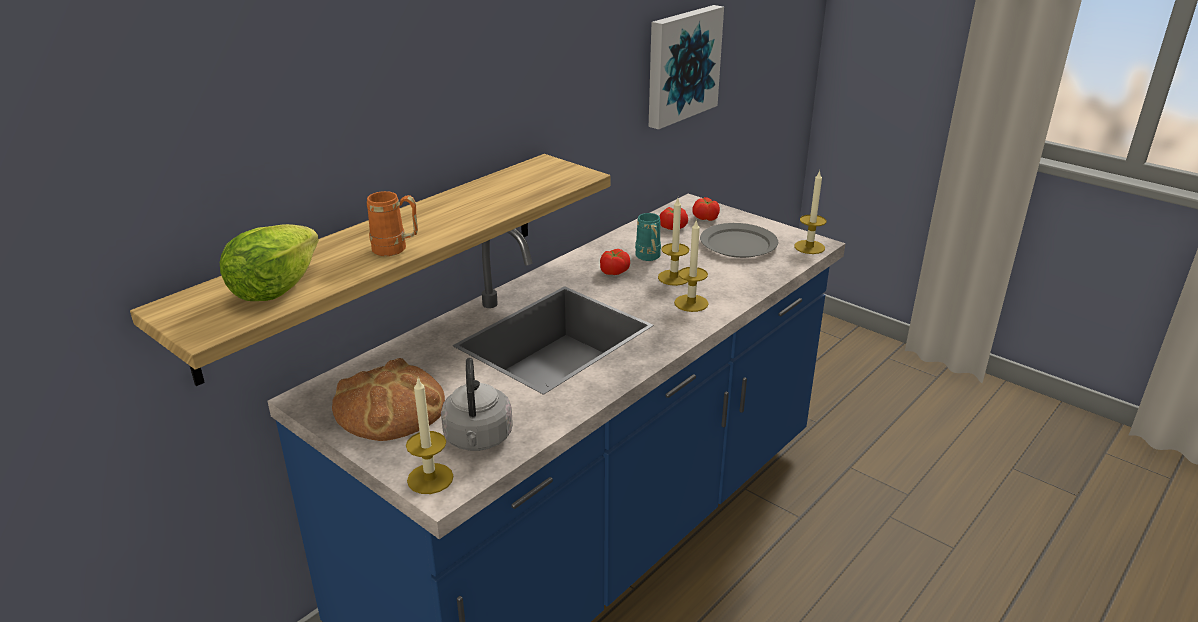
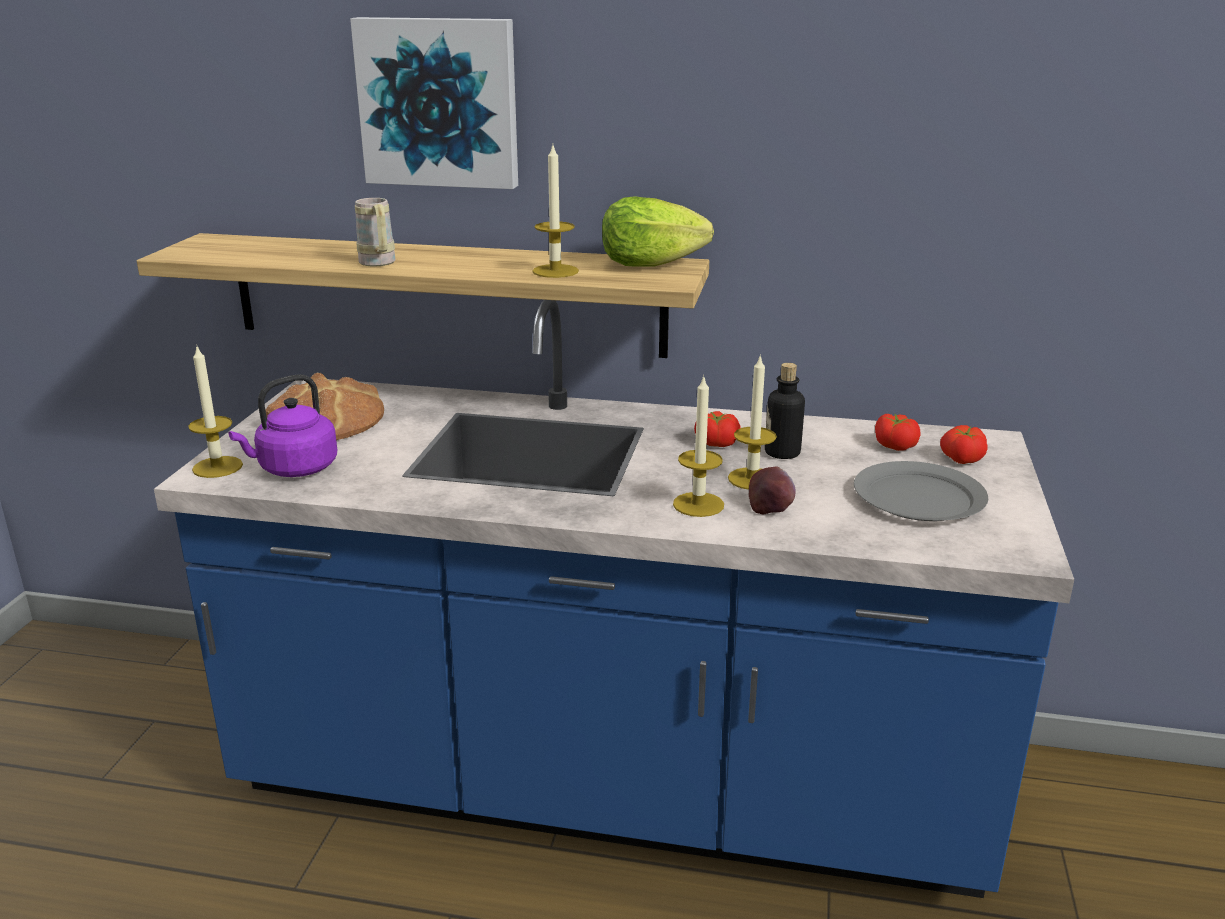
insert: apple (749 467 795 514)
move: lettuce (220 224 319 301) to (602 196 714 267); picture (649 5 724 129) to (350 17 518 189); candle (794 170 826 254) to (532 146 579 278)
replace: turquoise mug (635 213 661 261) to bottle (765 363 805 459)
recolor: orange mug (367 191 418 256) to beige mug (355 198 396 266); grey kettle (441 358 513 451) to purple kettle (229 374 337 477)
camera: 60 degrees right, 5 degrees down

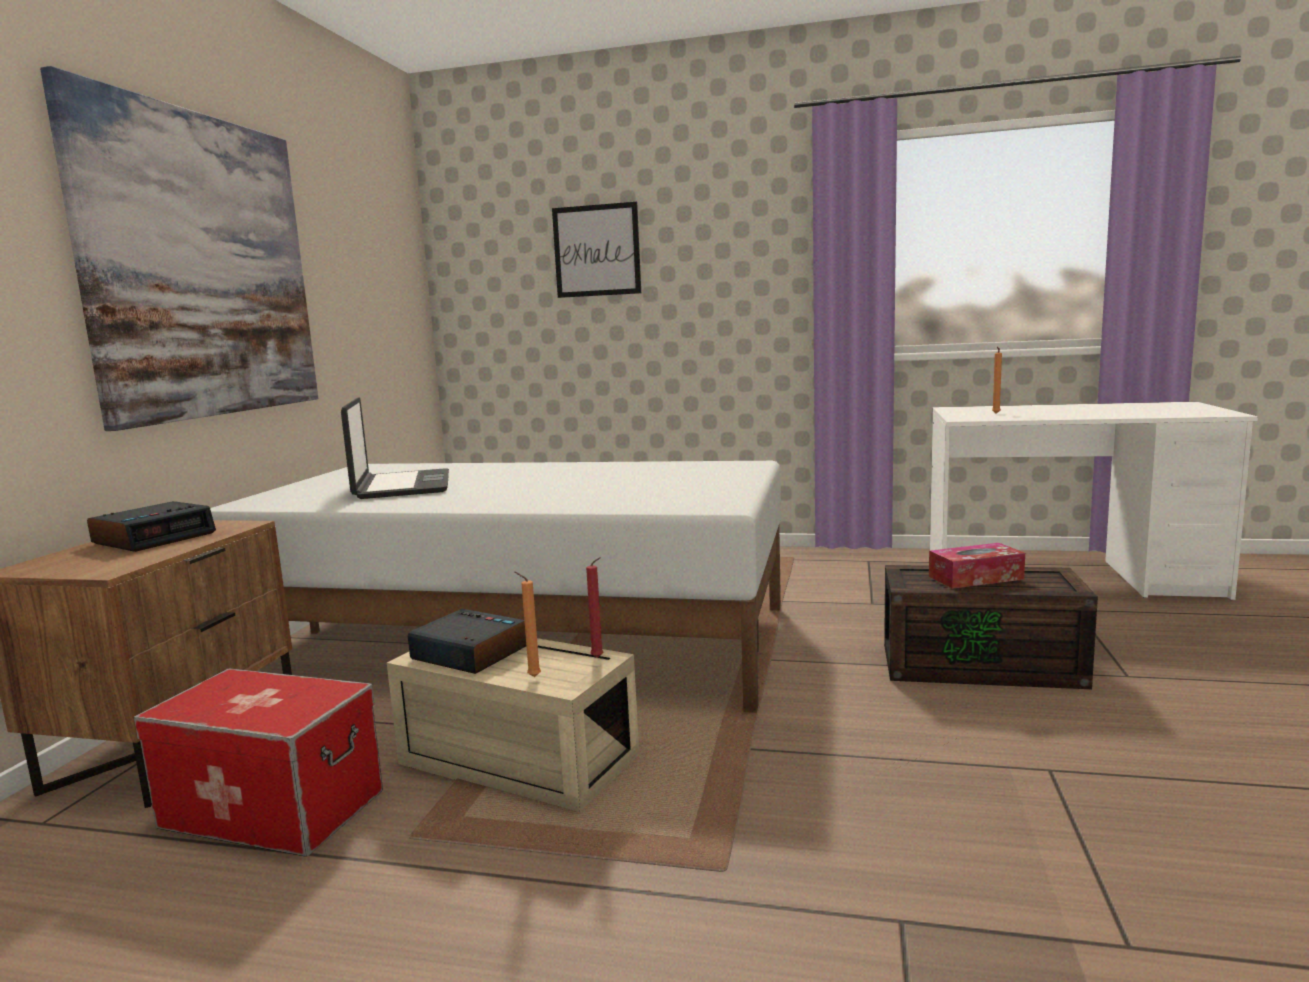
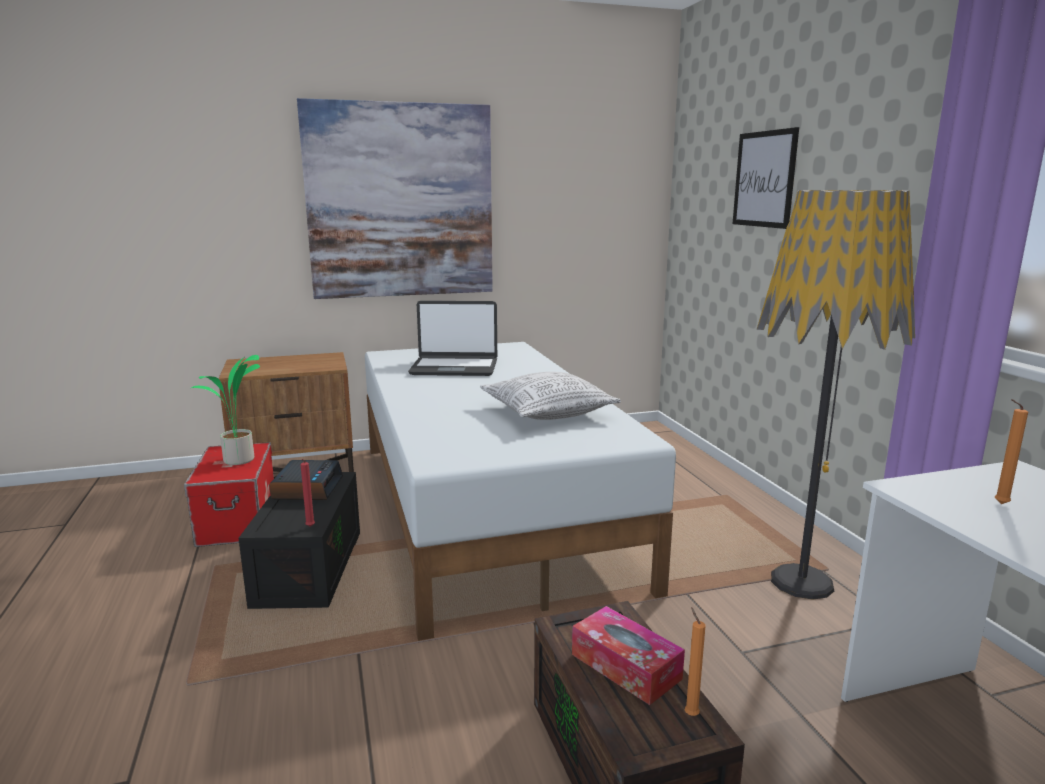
delete: alarm clock (87 501 216 552)
insert: potted plant (191 355 260 465); pillow (480 372 621 420); floor lamp (757 190 915 600)
move: orange candle (515 572 541 677) to (685 607 706 716)
recolor: beige storage box (387 638 639 812) to black storage box (238 472 360 609)
rotate: laptop (341 397 449 499) = (408 301 497 376) 45 degrees clockwise
camera: 60 degrees right, 5 degrees up

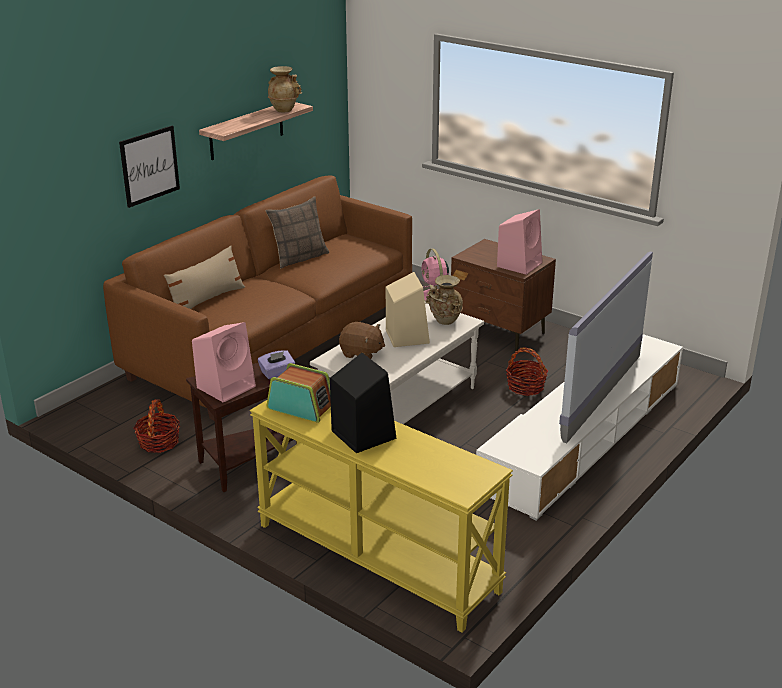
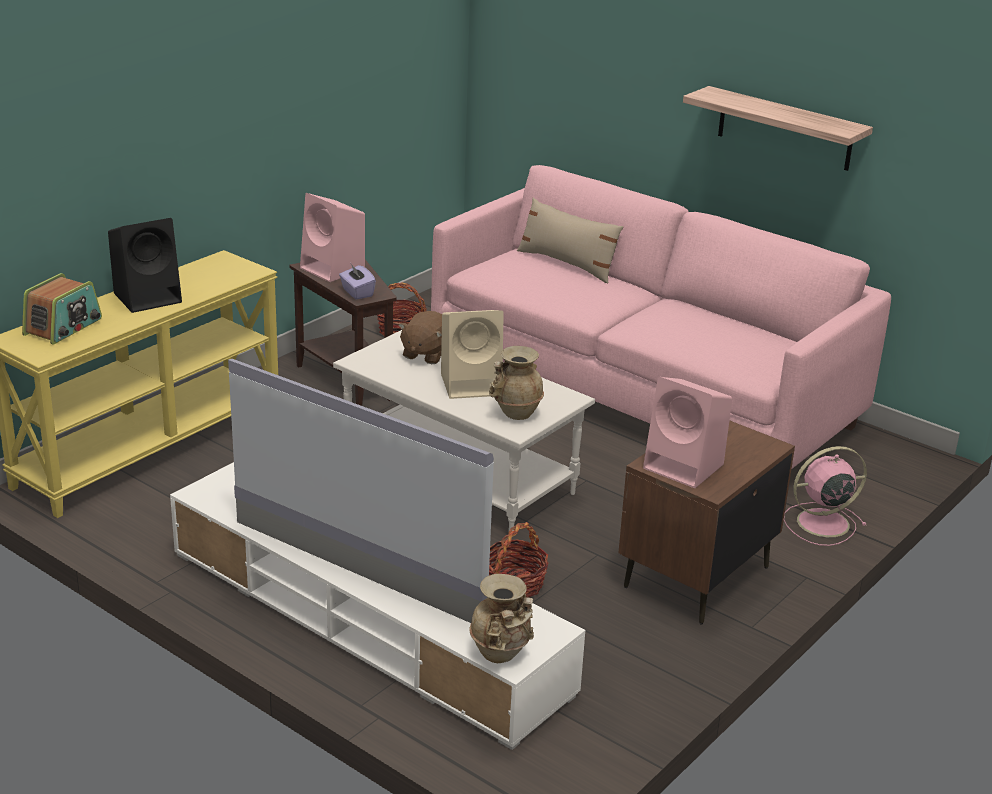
delete: picture (119 126 180 208); pillow (266 196 329 268)
move: radio (266 363 331 423) to (22 273 102 344); beige vase (268 66 302 112) to (469 574 534 663)
recolor: brown sofa (103 176 412 420) to pink sofa (431 165 891 468)
camera: 90 degrees right, 0 degrees up

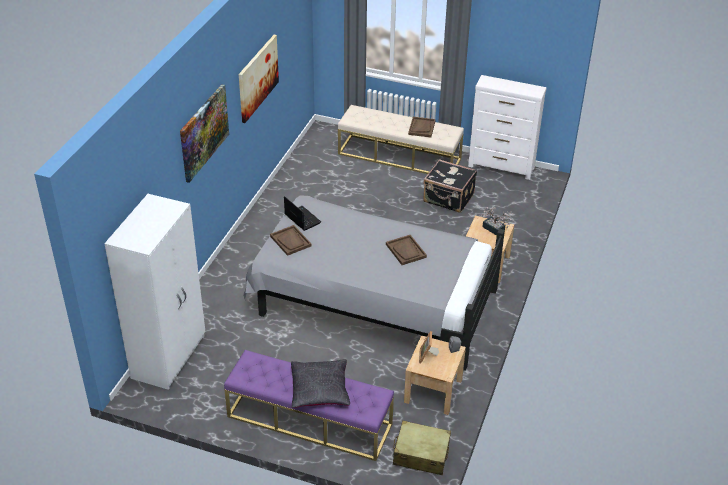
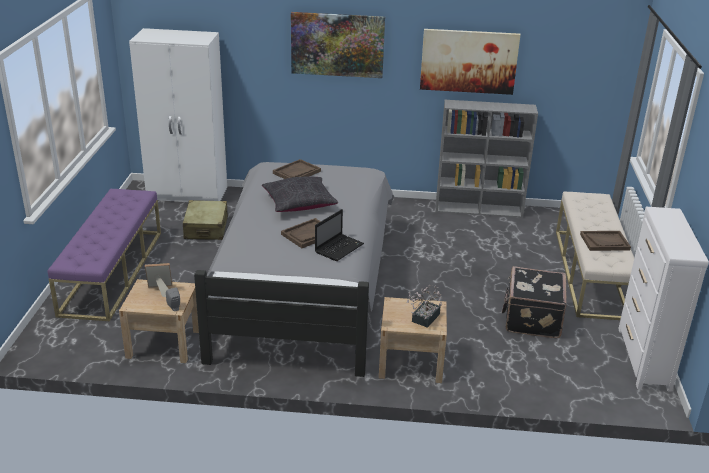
insert: grey bookcase (436 100 538 218)
move: laptop (284 196 321 231) to (315 209 364 261); black pillow (291 359 350 408) to (262 177 338 212); beige suitcase (393 421 451 475) to (183 200 228 240)
camera: 75 degrees right, 10 degrees down

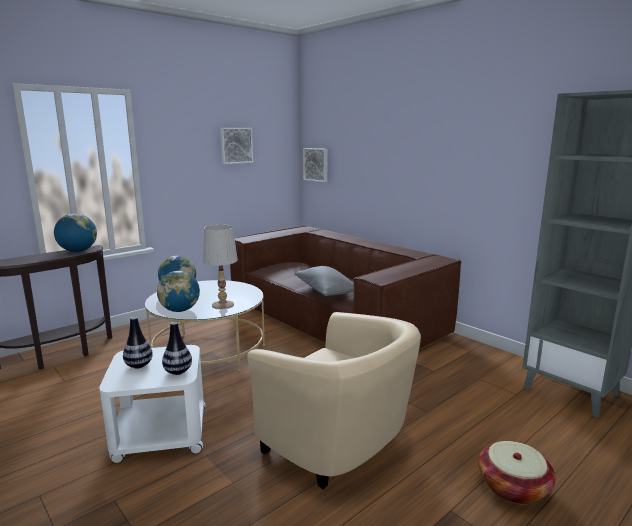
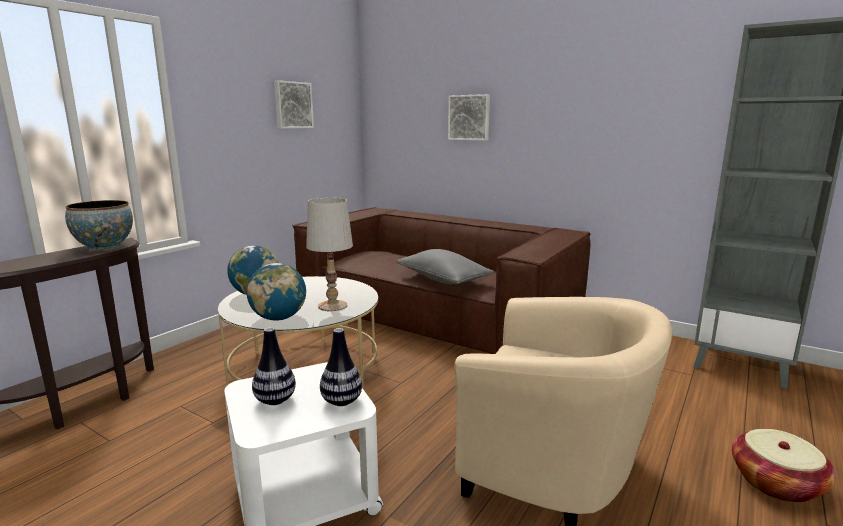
move: picture (303 148 328 182) to (448 94 490 141)
replace: globe (54 213 97 252) to bowl (65 200 133 251)
camera: 15 degrees left, 0 degrees up

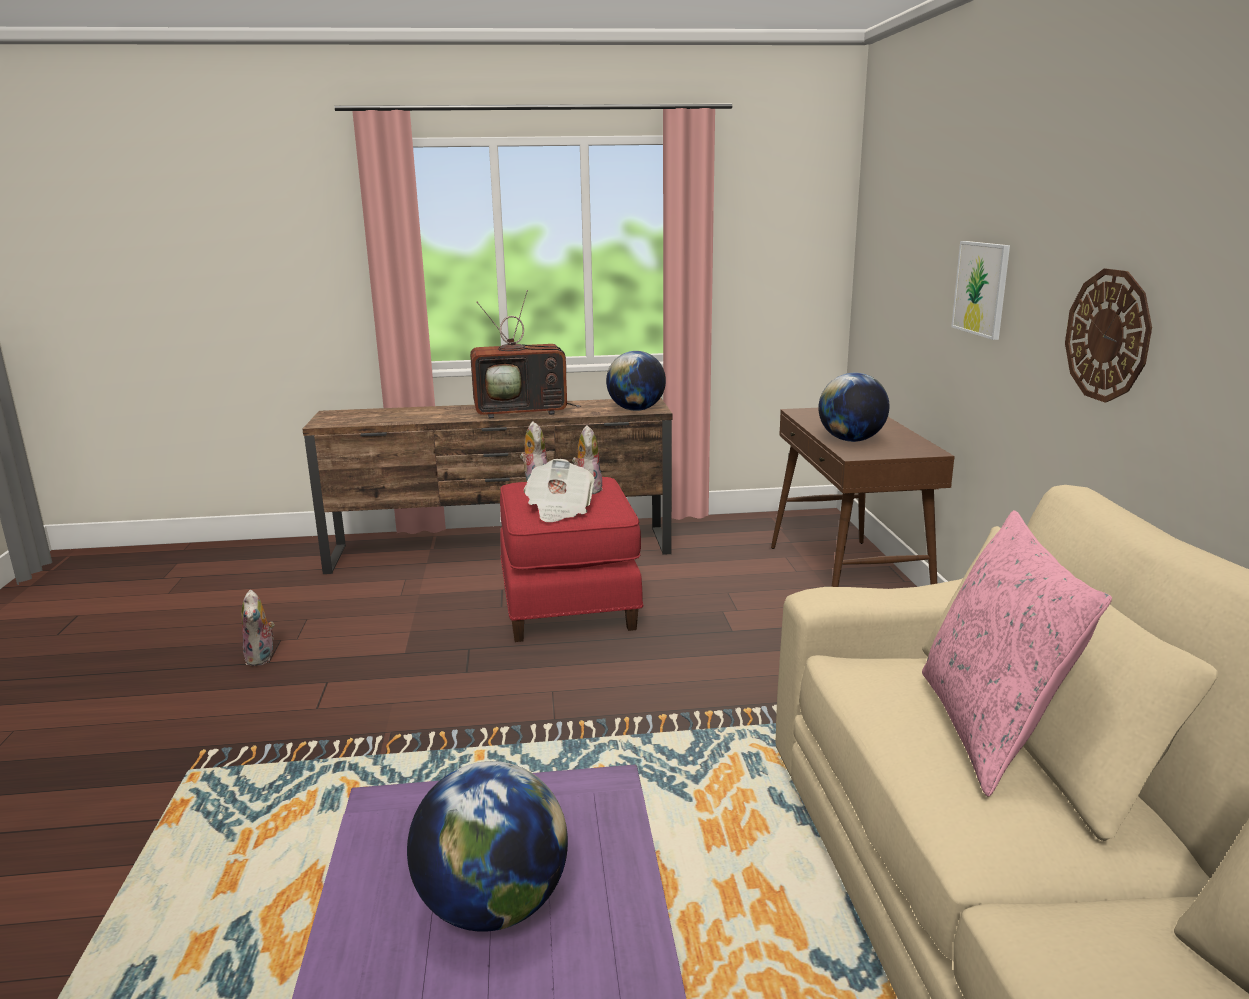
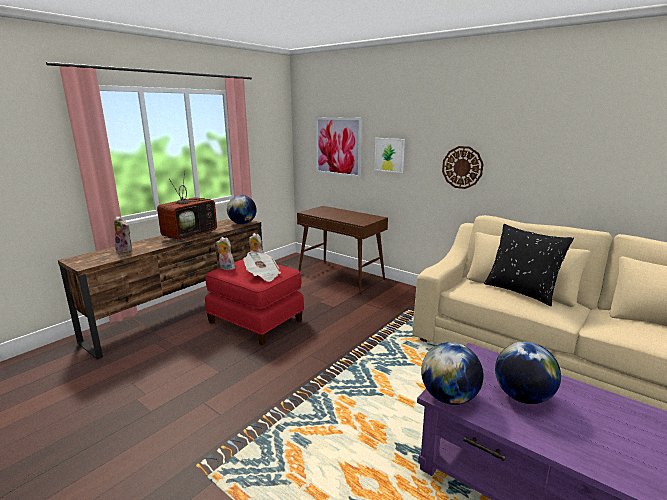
insert: picture (315 117 362 178)
move: plush toy (241 590 275 666) to (114 216 132 253); globe (818 373 889 442) to (421 342 484 405)
recolor: pink pillow (922 510 1112 797) to black pillow (484 224 574 306)
camera: 45 degrees left, 0 degrees up

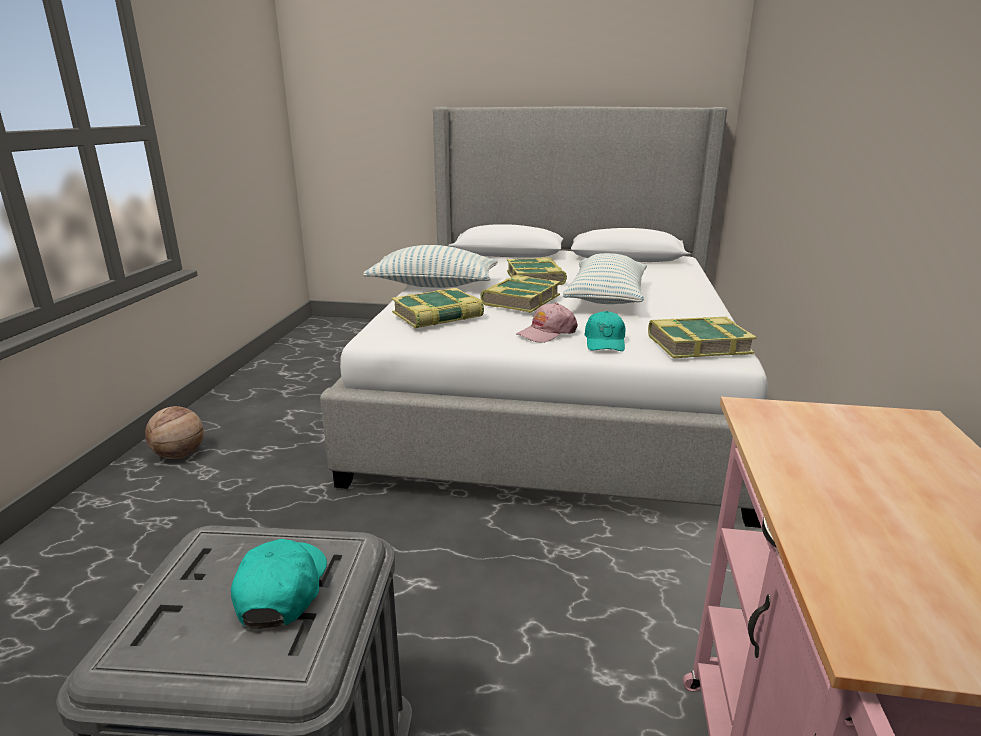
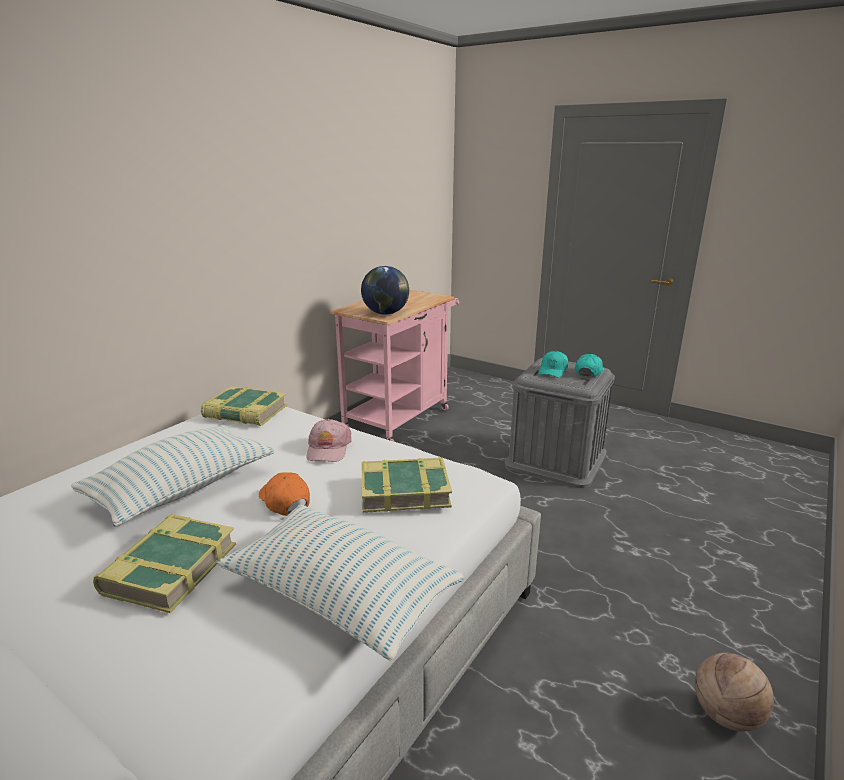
insert: globe (361 266 409 315)
move: turquoise cap (584 311 625 351) to (575 354 605 377)
replace: book (480 275 561 312) to orange cap (259 472 310 516)
rotate: pink cap (516 303 578 343) = (306 419 351 462) 105 degrees clockwise
camera: 155 degrees left, 0 degrees up

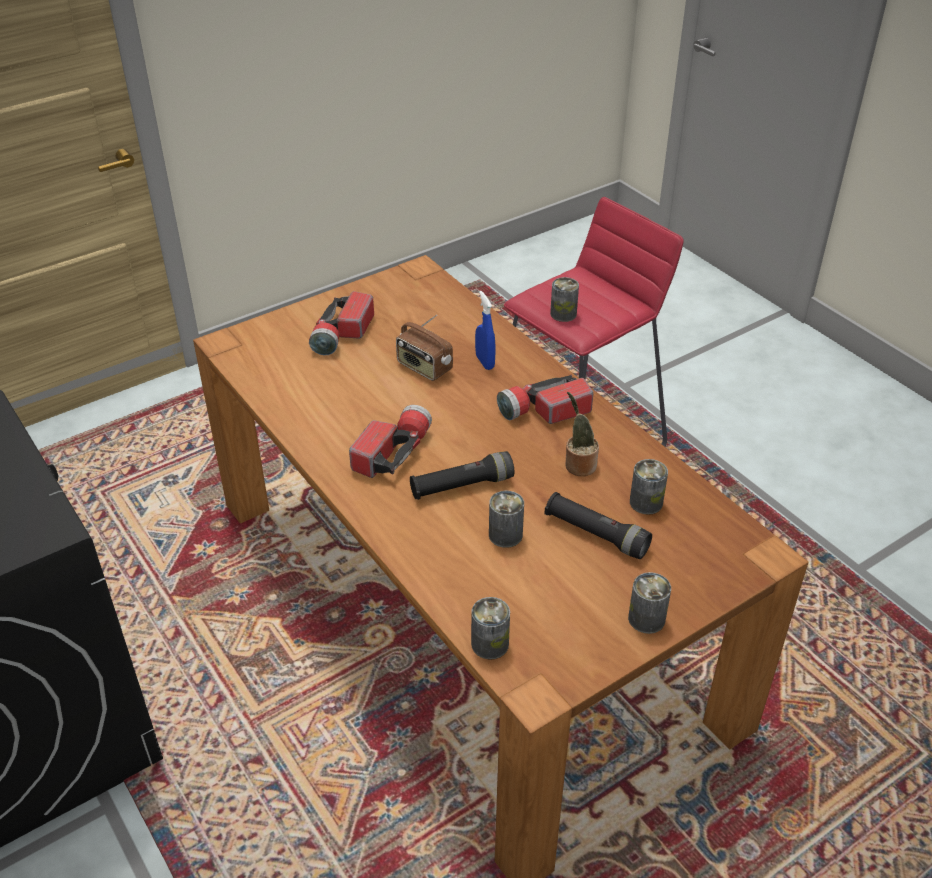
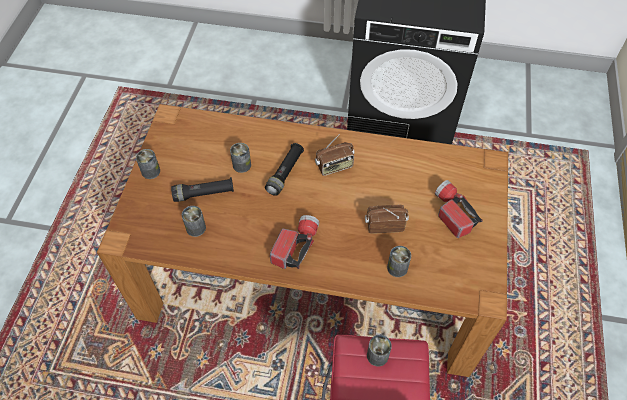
delete: blue spray bottle (475 291 495 370); potted plant (566 392 599 476)
move: can (471 597 510 660) to (387 246 411 277)
replace: flashlight (349 405 432 478) to radio (315 134 355 176)
camera: 135 degrees right, 15 degrees up

